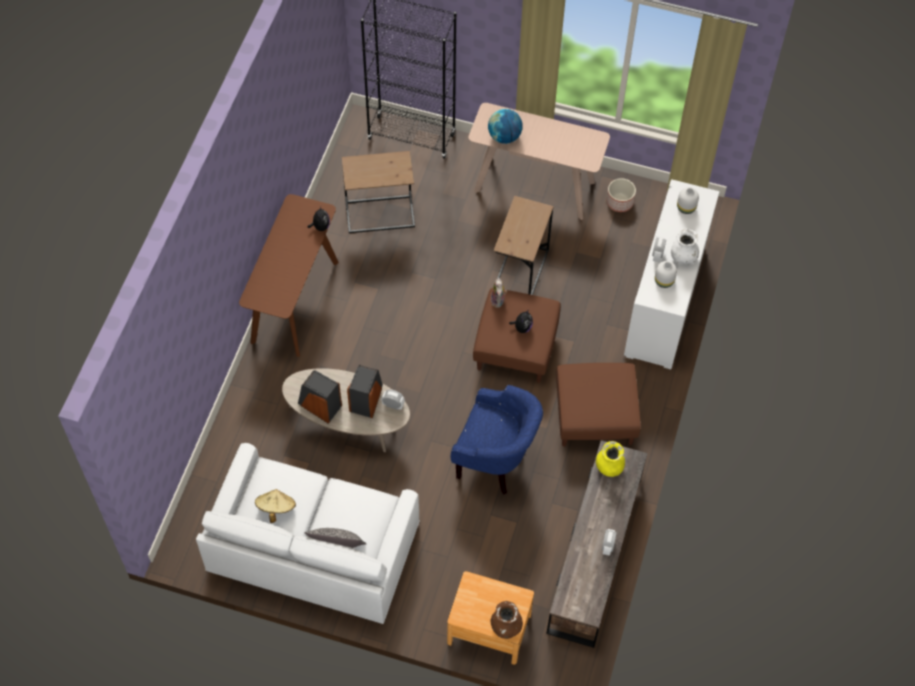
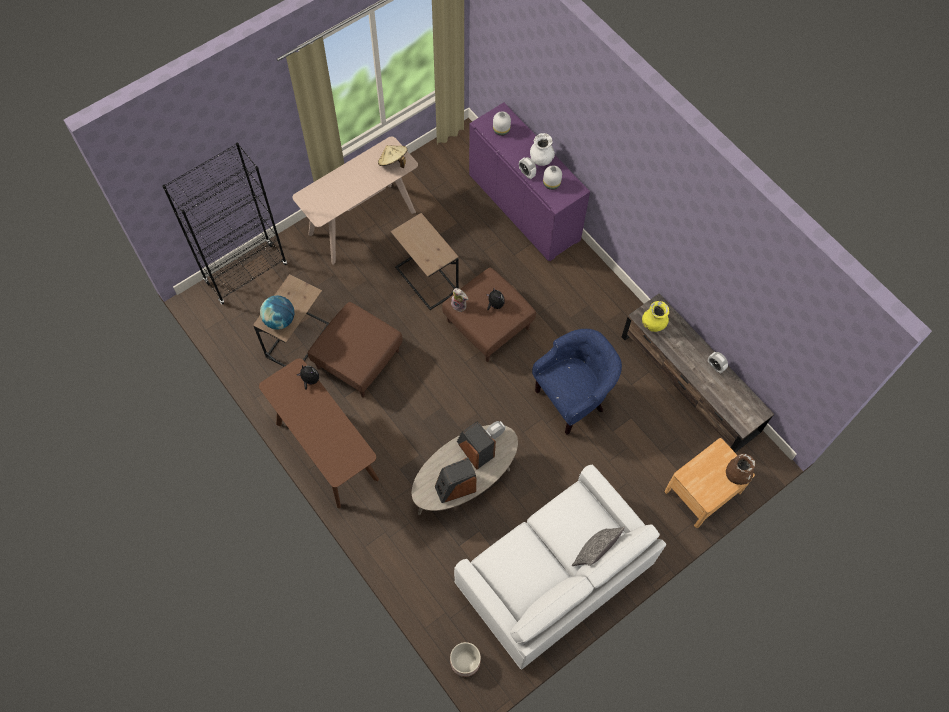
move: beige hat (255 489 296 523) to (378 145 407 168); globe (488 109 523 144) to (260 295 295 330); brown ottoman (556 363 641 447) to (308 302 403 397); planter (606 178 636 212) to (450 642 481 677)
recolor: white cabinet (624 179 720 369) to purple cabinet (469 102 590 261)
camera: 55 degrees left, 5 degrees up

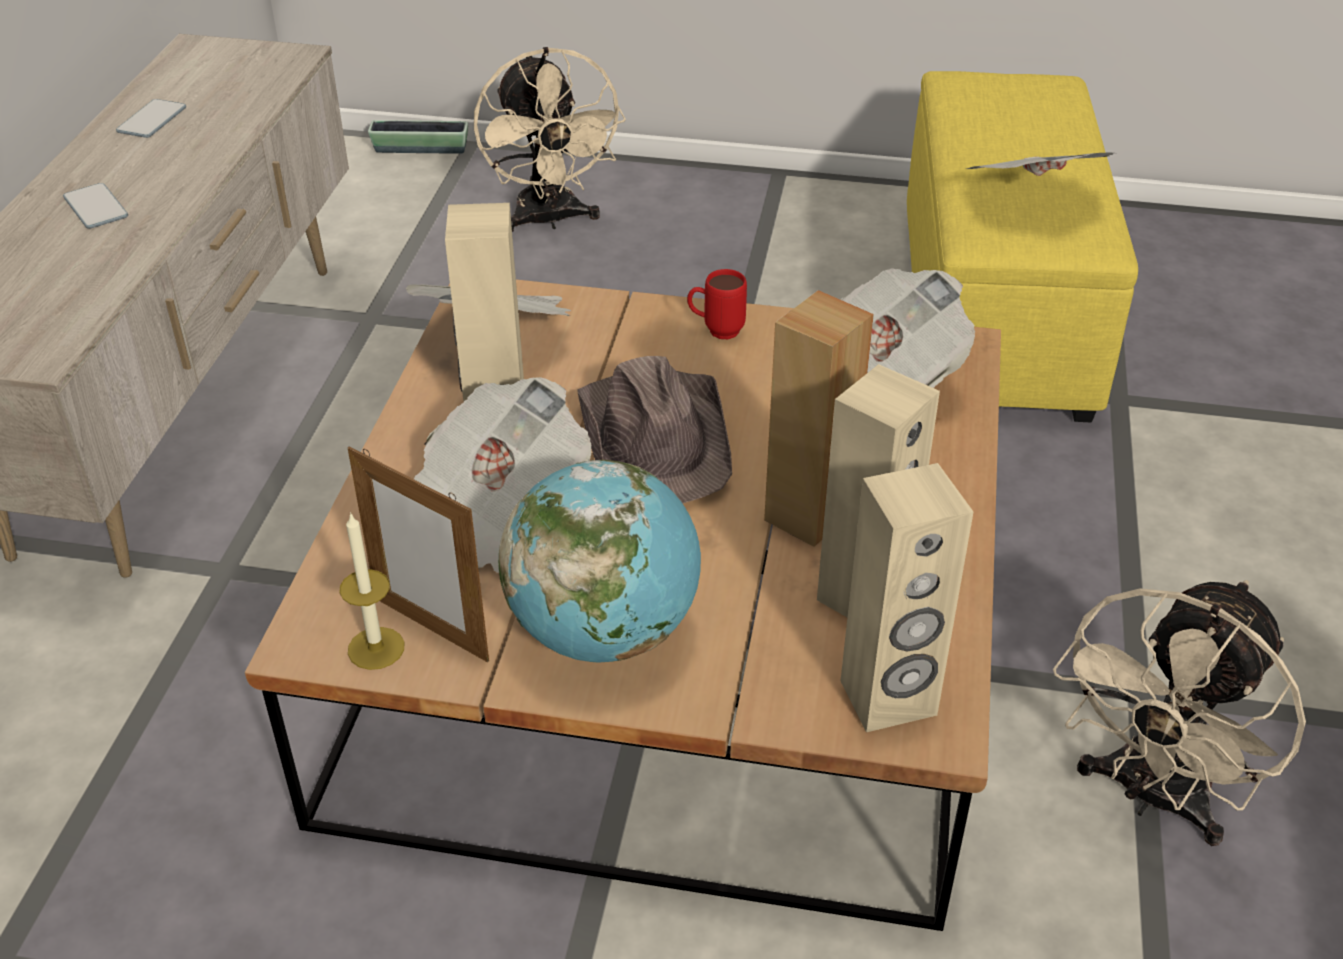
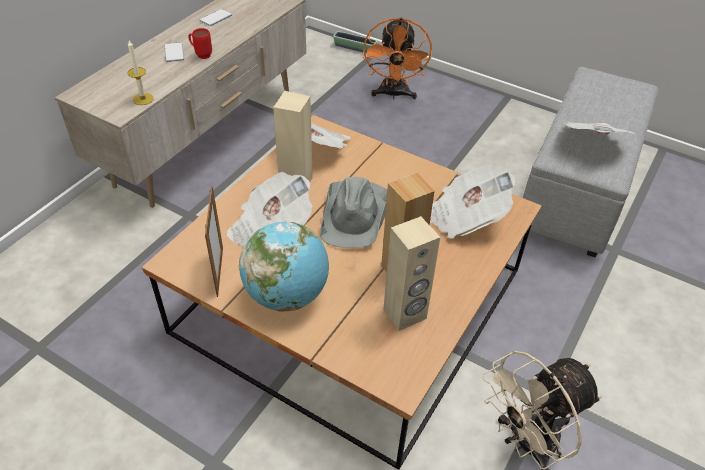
delete: beige speaker (840 463 973 732)
move: candle (340 512 404 670) to (128 40 154 105); red mug (687 269 747 339) to (188 28 212 59)
recolor: beige fan (474 47 626 232) to orange fan (363 17 432 100); brown hat (578 356 732 503) to grey hat (320 177 387 248); yellow ottoman (907 71 1138 422) to grey ottoman (523 67 658 257)
rotate: picture frame (348 446 489 662) = (205 185 223 297) 150 degrees counterclockwise
camera: 20 degrees right, 5 degrees up

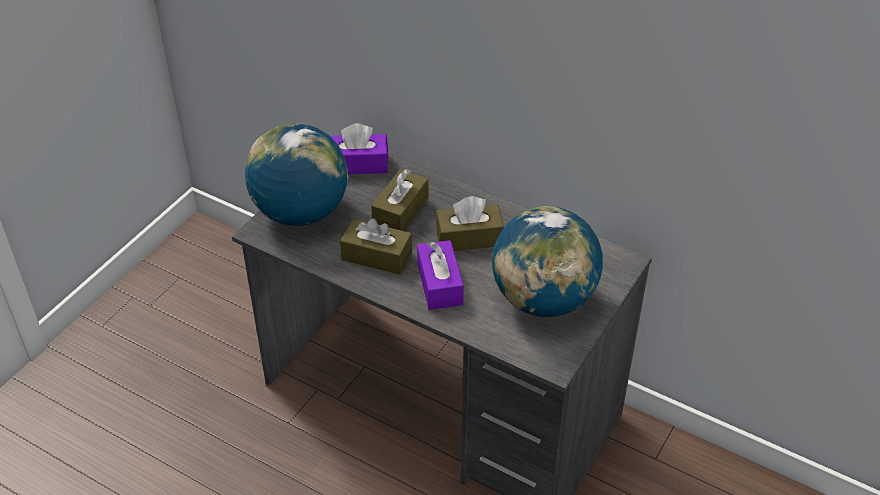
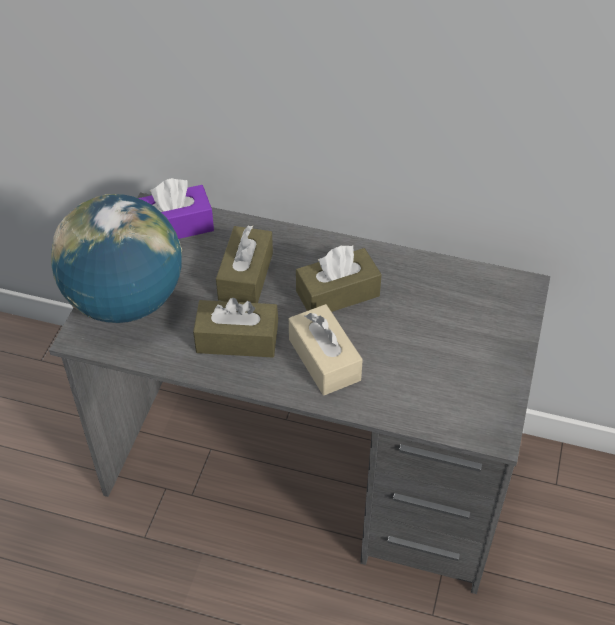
delete: globe (492 206 603 317)
recolor: purple tissue box (417 240 464 310) to beige tissue box (289 304 363 395)
camera: 15 degrees left, 5 degrees up

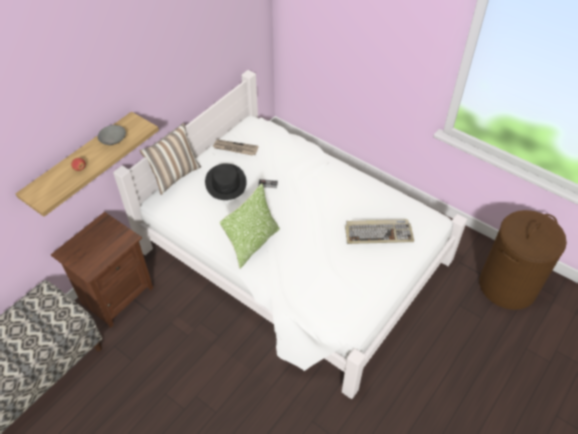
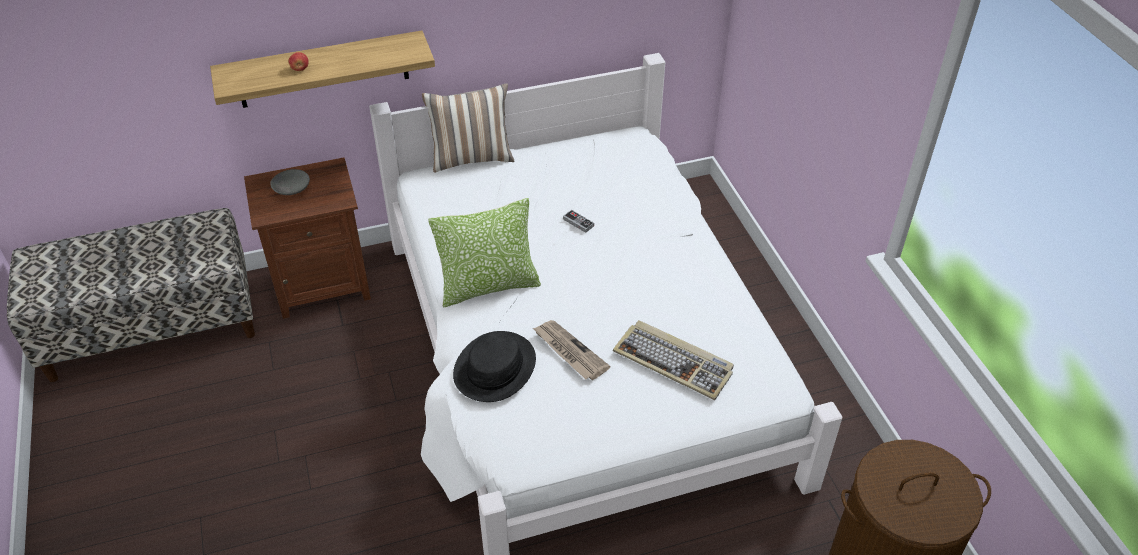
move: grey bowl (97 125 126 145) to (270 169 310 195); black hat (205 163 247 200) to (453 331 536 402); newspaper (213 140 259 156) to (533 320 610 380)
camera: 35 degrees right, 5 degrees down

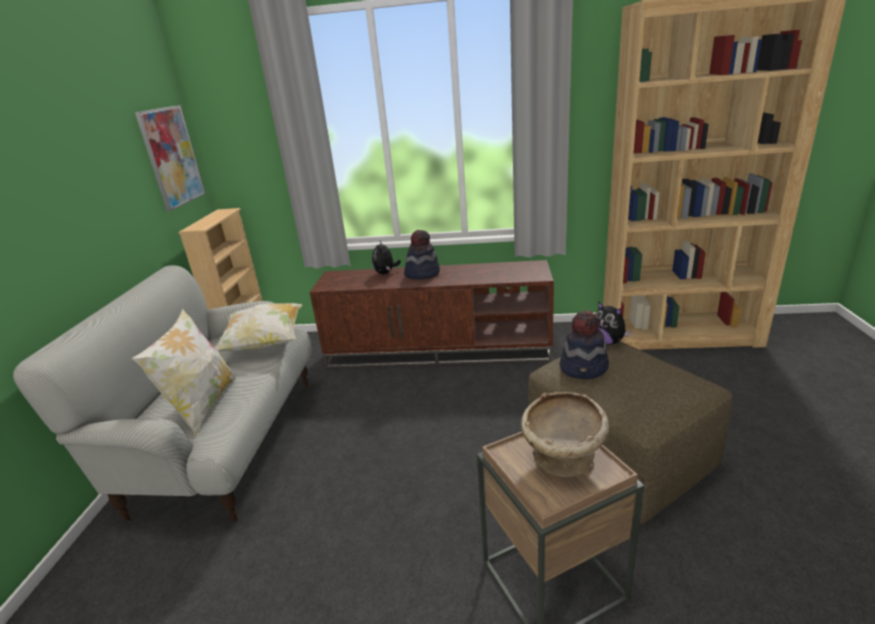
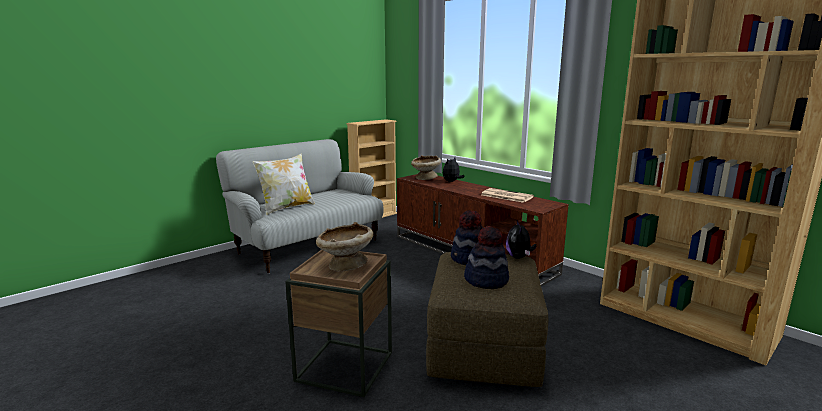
delete: picture (135 105 206 212); pillow (215 303 302 351)
insert: beige bowl (411 155 441 180); newspaper (481 188 534 203)
move: hat (404 230 440 280) to (464 226 509 289)
camera: 40 degrees right, 10 degrees down

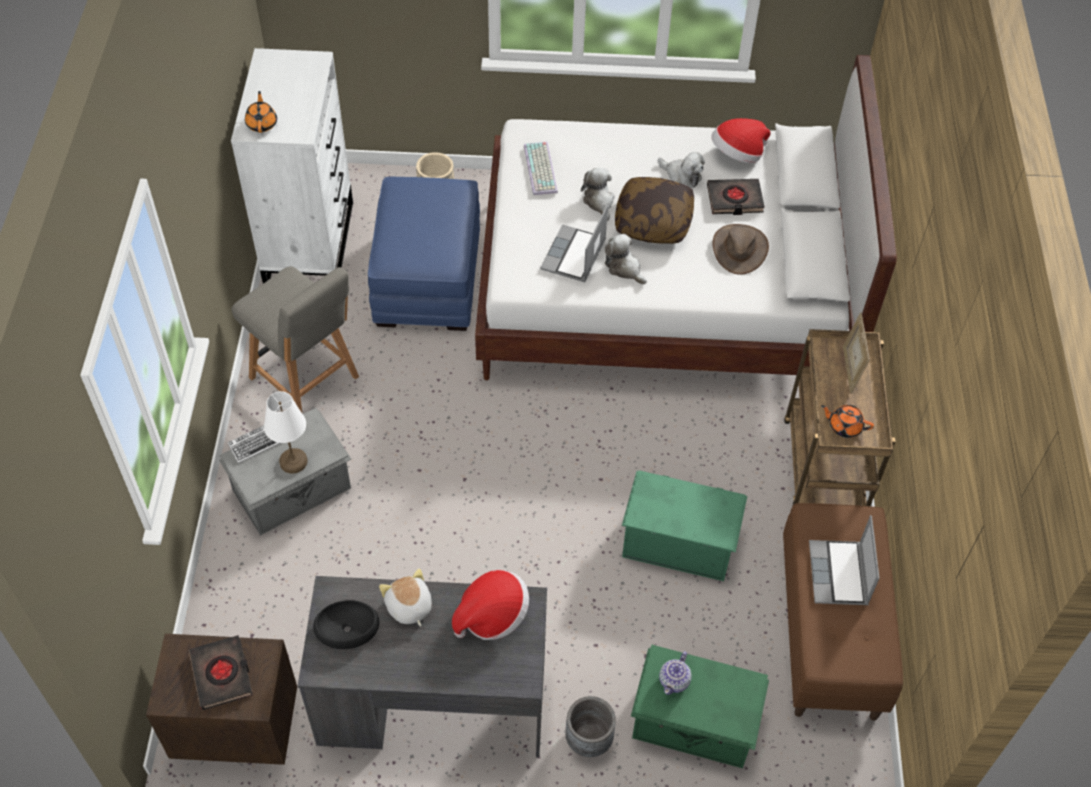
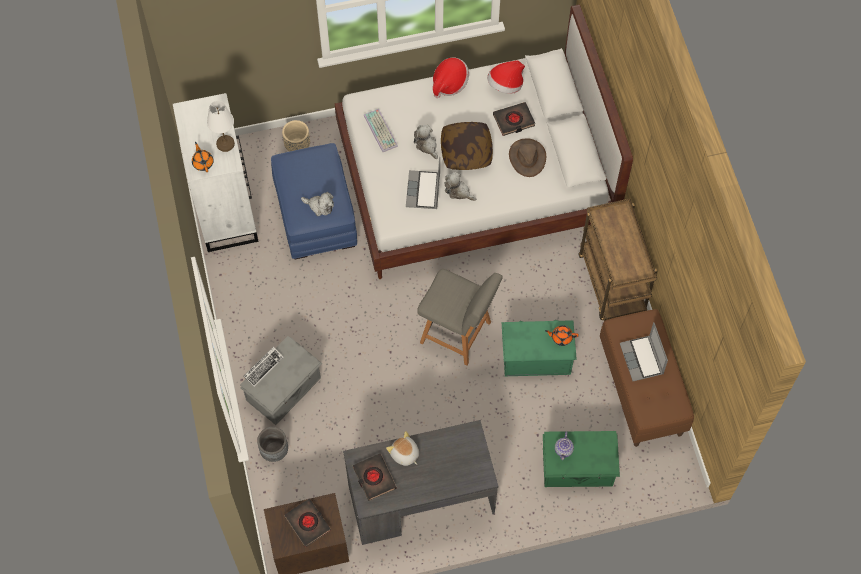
delete: picture frame (843 312 870 394)
move: grey chair (232 266 359 413) to (417 269 503 365); white table lamp (264 391 307 474) to (207 100 235 152); hat (452 570 529 640) to (433 58 469 98); grey planter (565 696 616 757) to (257 427 288 462); plush toy (658 152 705 188) to (301 192 334 216); orange teapot (821 405 874 438) to (545 325 579 346)
replace: black bowl (313 600 379 649) to black book (353 454 396 501)
camera: 15 degrees left, 10 degrees up

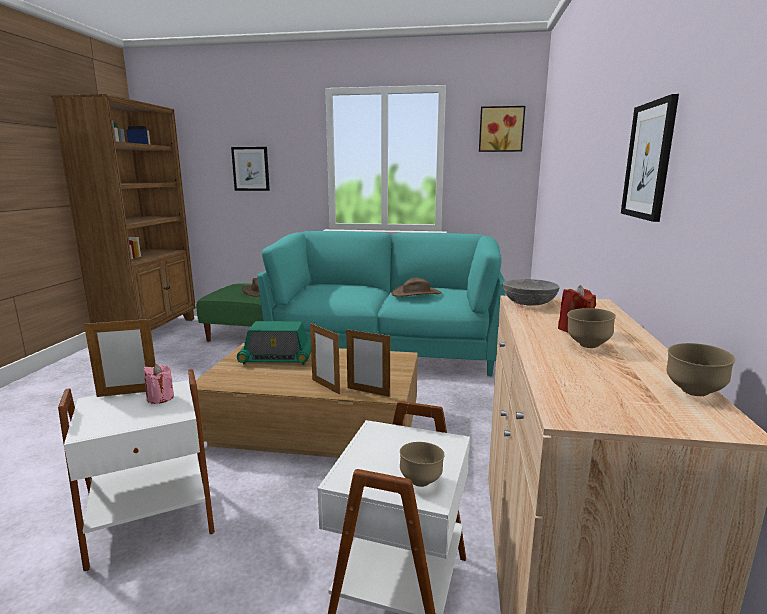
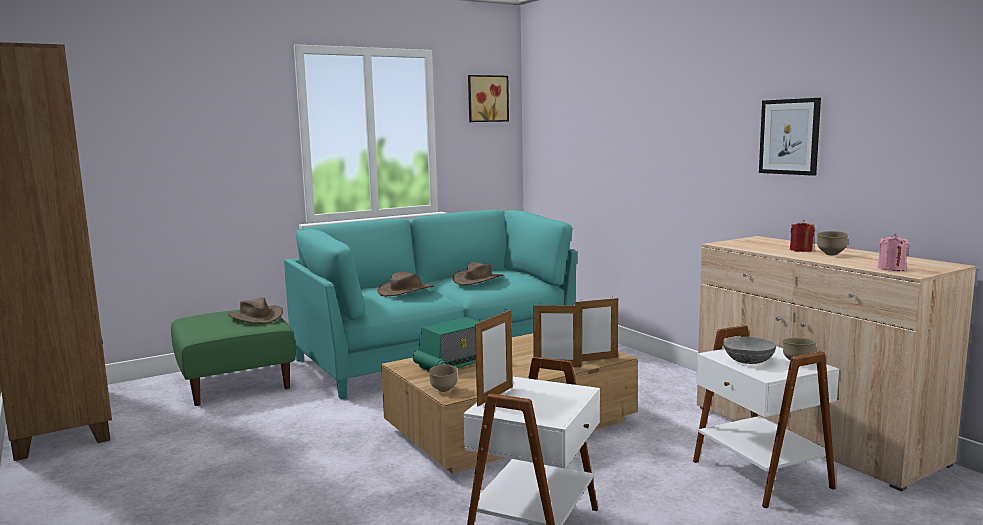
delete: picture (231 147 270 191)
insert: brown hat (378 272 434 296)
move: pink candle (143 364 174 404) to (877 234 909 271); grey bowl (502 279 559 306) to (724 337 776 364); brown bowl (666 343 735 396) to (429 365 458 392)
camera: 40 degrees left, 5 degrees down

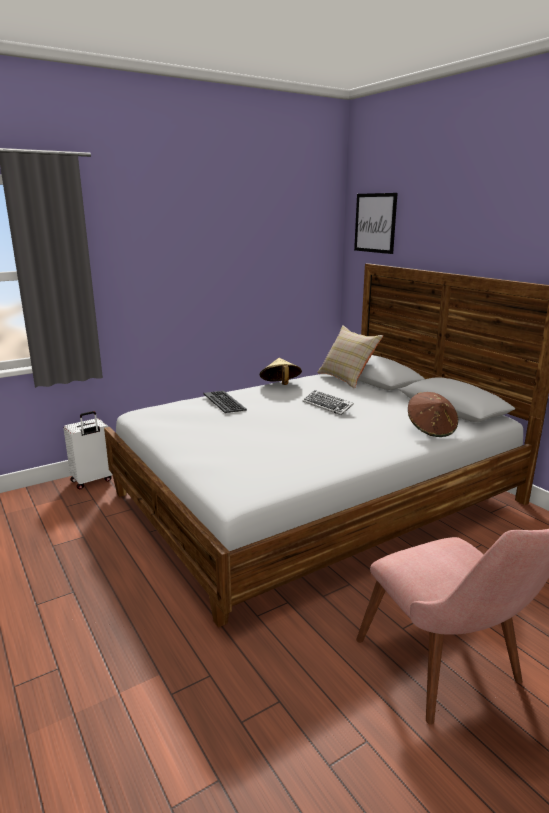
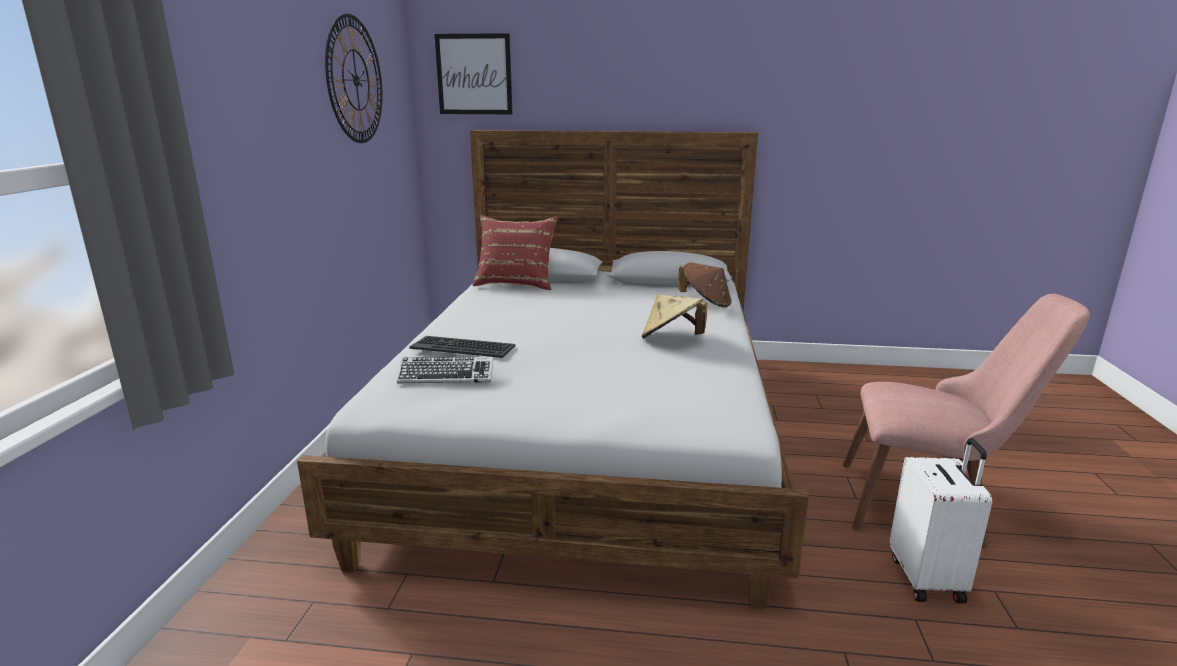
insert: wall clock (325 14 382 143)
move: white suitcase (64 411 113 489) to (890 438 992 604); beige hat (260 358 302 385) to (642 295 707 339); keyboard (303 390 354 415) to (397 357 493 383)
recolor: beige pillow (317 325 383 389) to red pillow (473 215 558 290)
camera: 50 degrees left, 0 degrees up

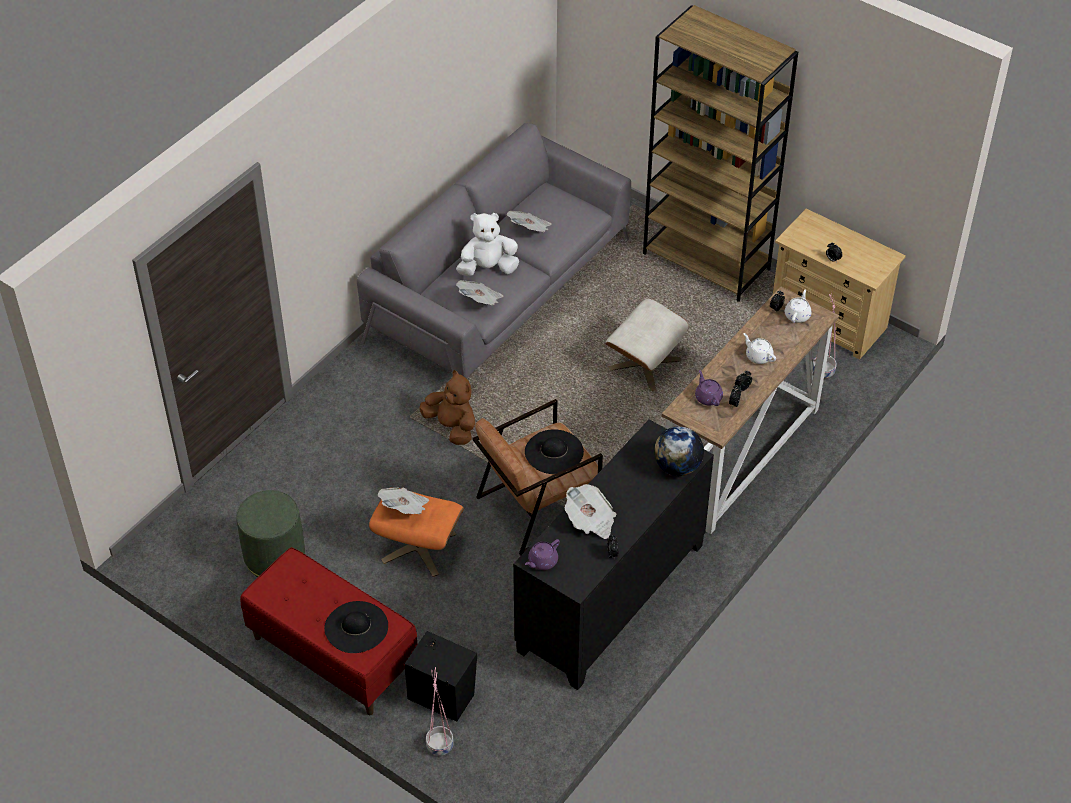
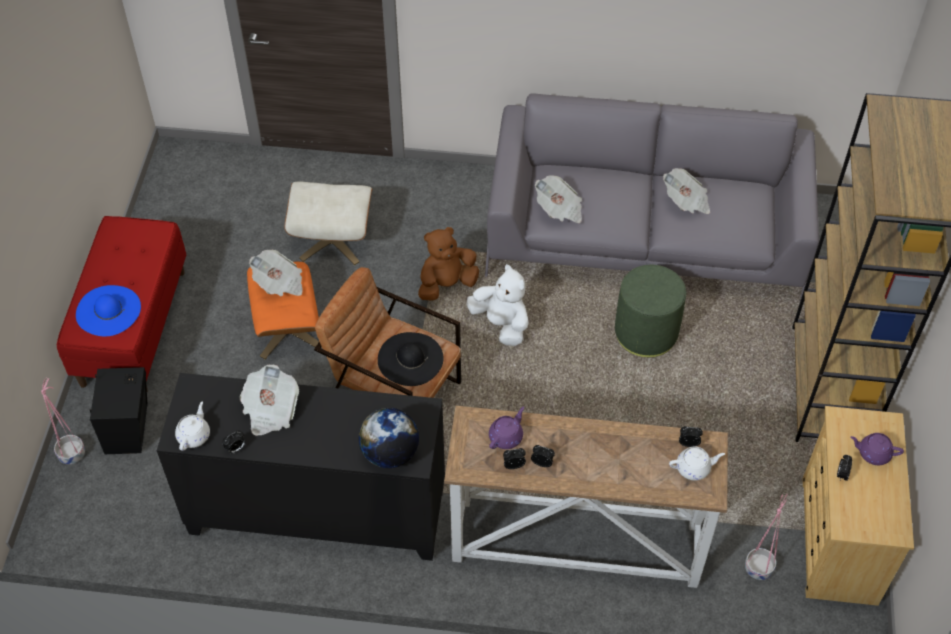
move: green ottoman (237 490 305 577) to (615 265 686 357); white plush toy (456 213 519 276) to (467 264 529 346); purple teapot (525 539 560 570) to (850 433 904 465); beige ottoman (606 298 688 391) to (284 182 373 265); white teapot (743 333 776 364) to (175 401 210 451)
recolor: black hat (324 601 388 653) to blue hat (76 285 141 336)
rotate: brown plush toy (419 370 475 445) = (418 227 479 301) 135 degrees counterclockwise
camera: 60 degrees right, 5 degrees up

